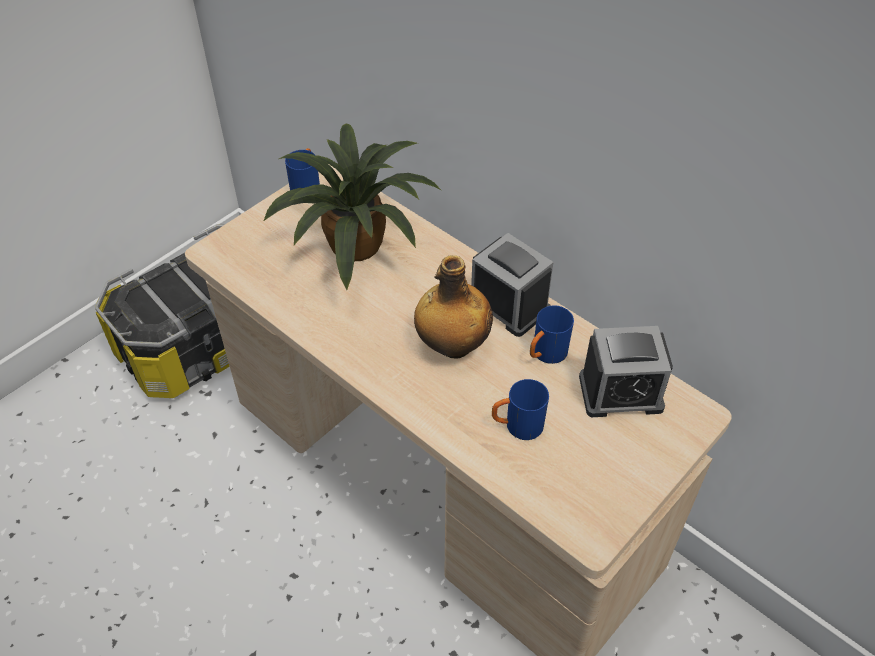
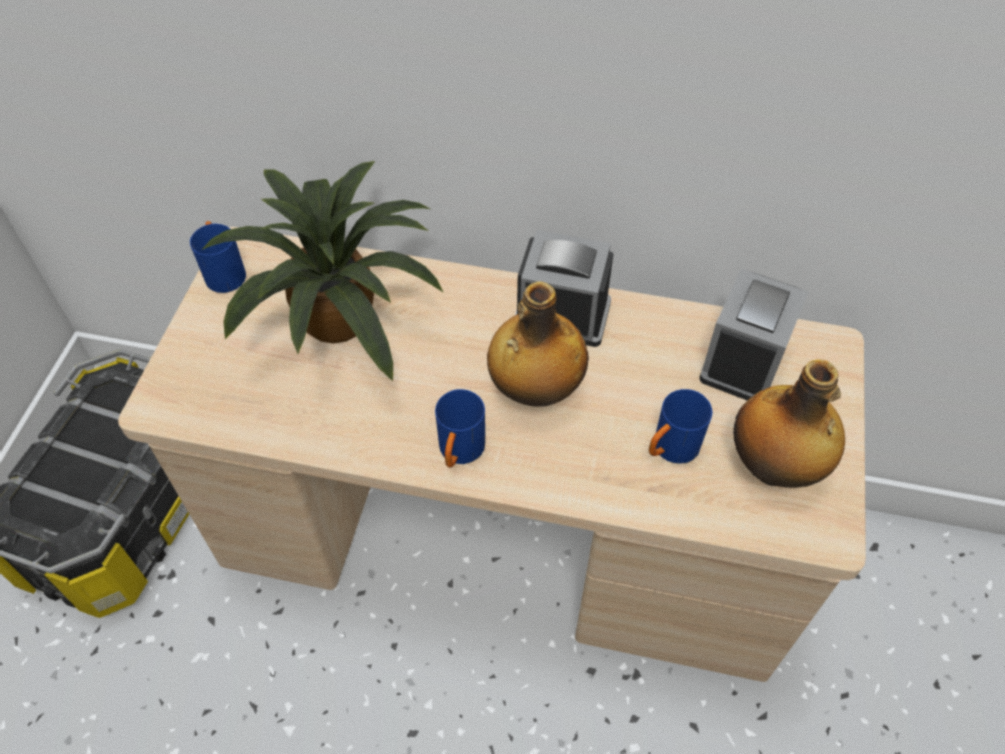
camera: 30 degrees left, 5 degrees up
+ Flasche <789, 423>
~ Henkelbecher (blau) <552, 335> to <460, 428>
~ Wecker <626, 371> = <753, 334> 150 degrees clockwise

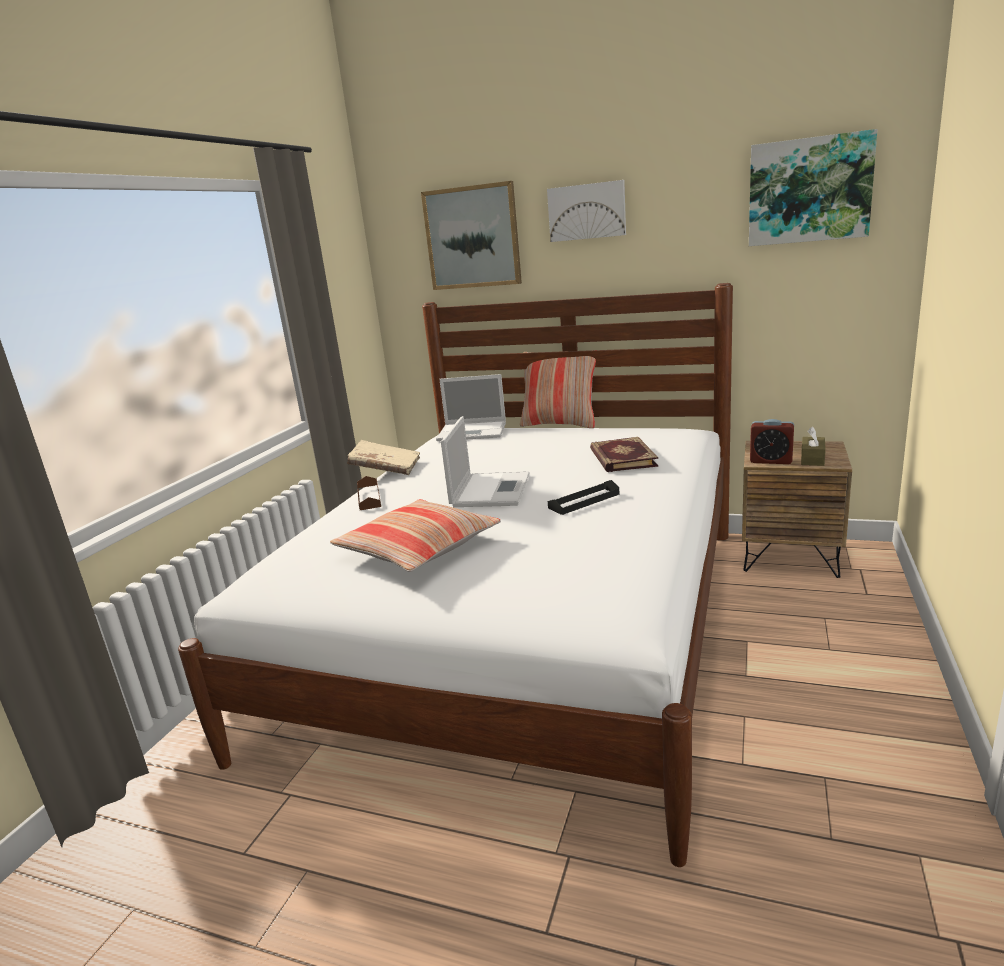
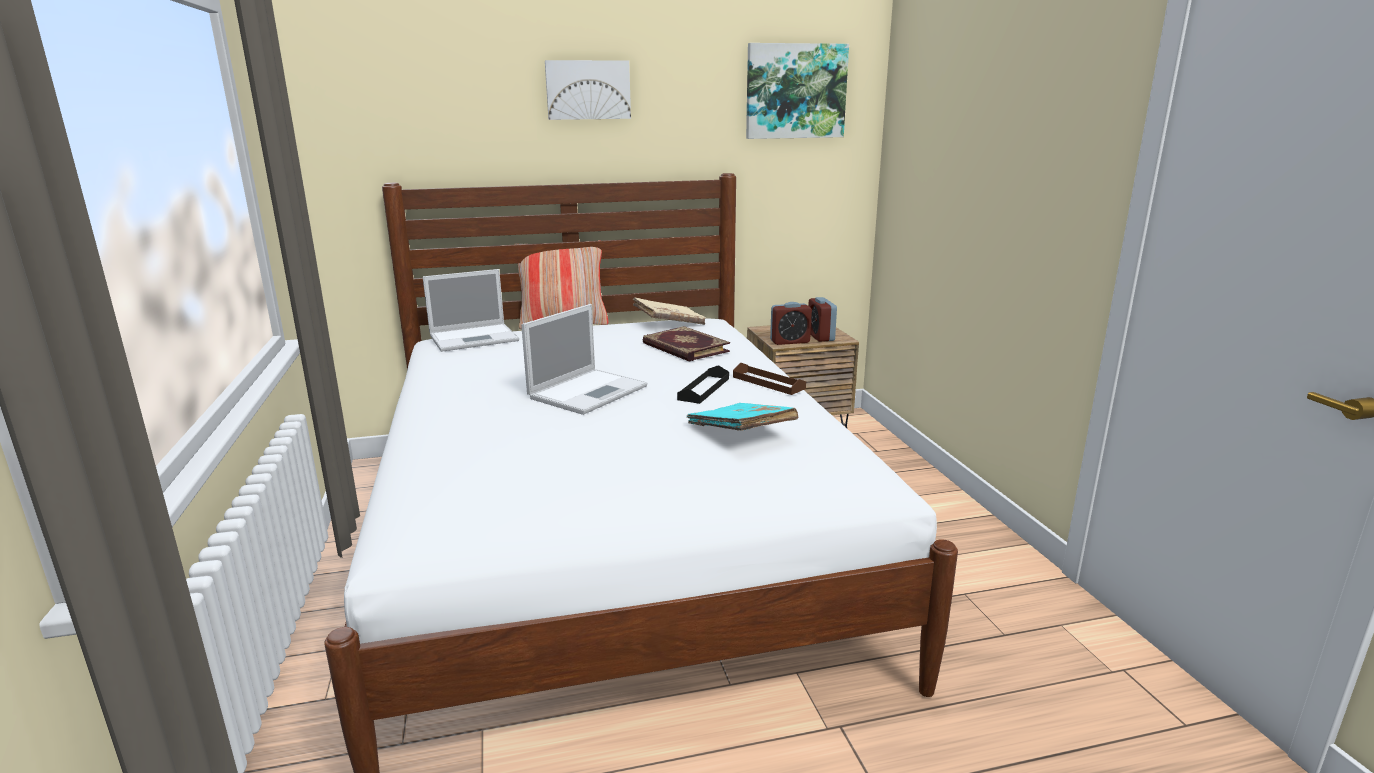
camera: 35 degrees left, 0 degrees up
- Kissen <415, 535>
- Bild <471, 235>
+ Buch (türkis) <742, 417>
~ Buch (beige) <383, 457> to <669, 311>
~ Tablett (braun) <369, 493> to <769, 379>
~ Taschentuchbox (braun) <813, 446> to Wecker <822, 319>
~ Laptop <485, 461> = <584, 359> 60 degrees clockwise

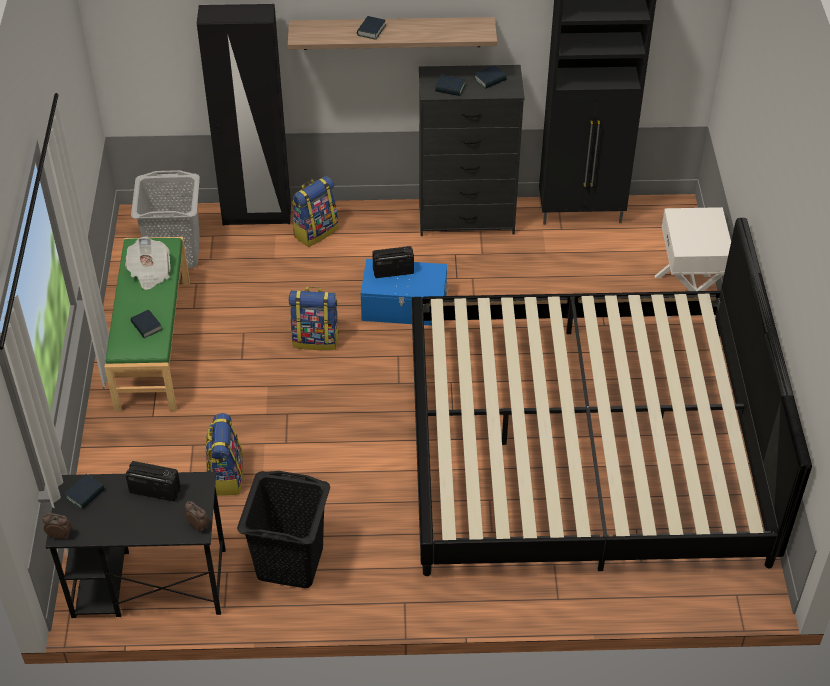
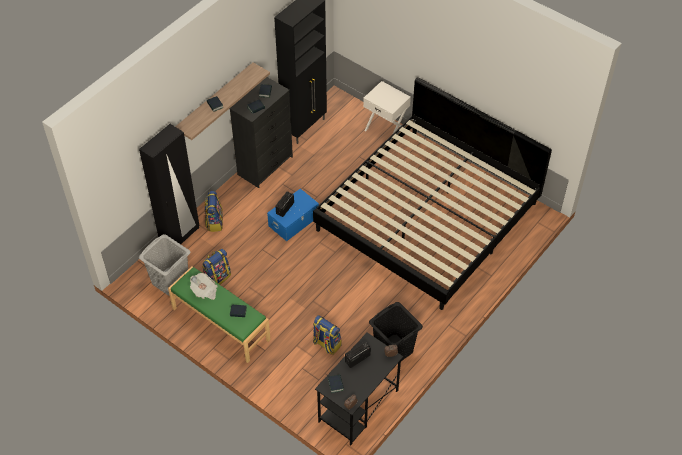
camera: 50 degrees left, 5 degrees up
~ Rucksack <314, 318> to <216, 267>

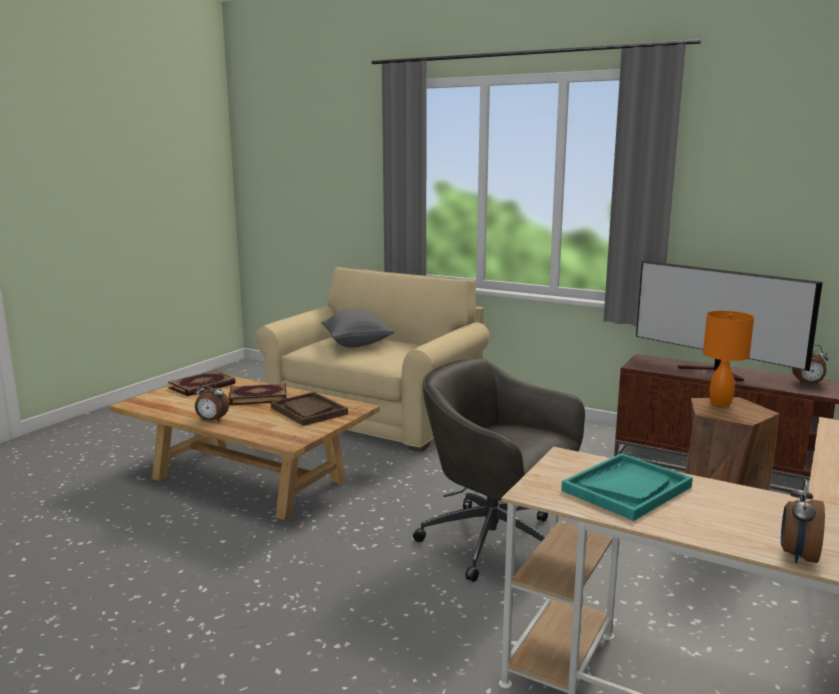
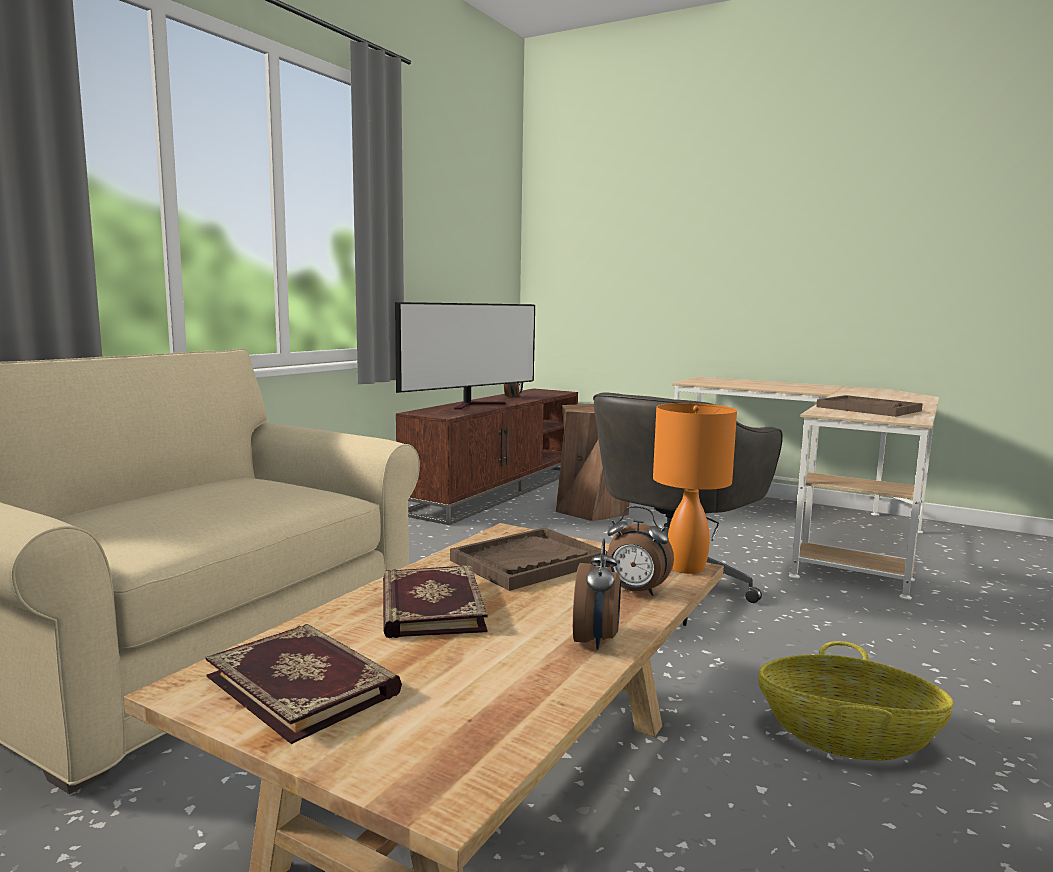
camera: 90 degrees left, 5 degrees down
- Kissen (grau) <357, 328>
+ Korb <856, 701>
~ Tischlampe (orange) <728, 359> to <695, 488>
~ Wecker <803, 521> to <640, 551>
~ Tablett (türkis) <627, 487> to Tablett (braun) <869, 406>

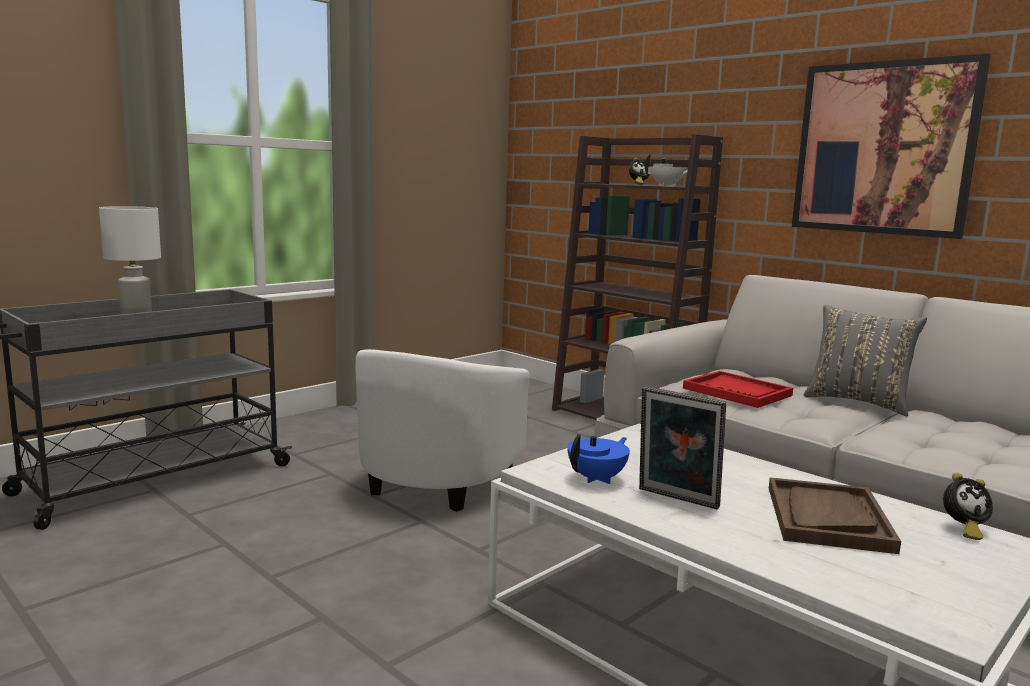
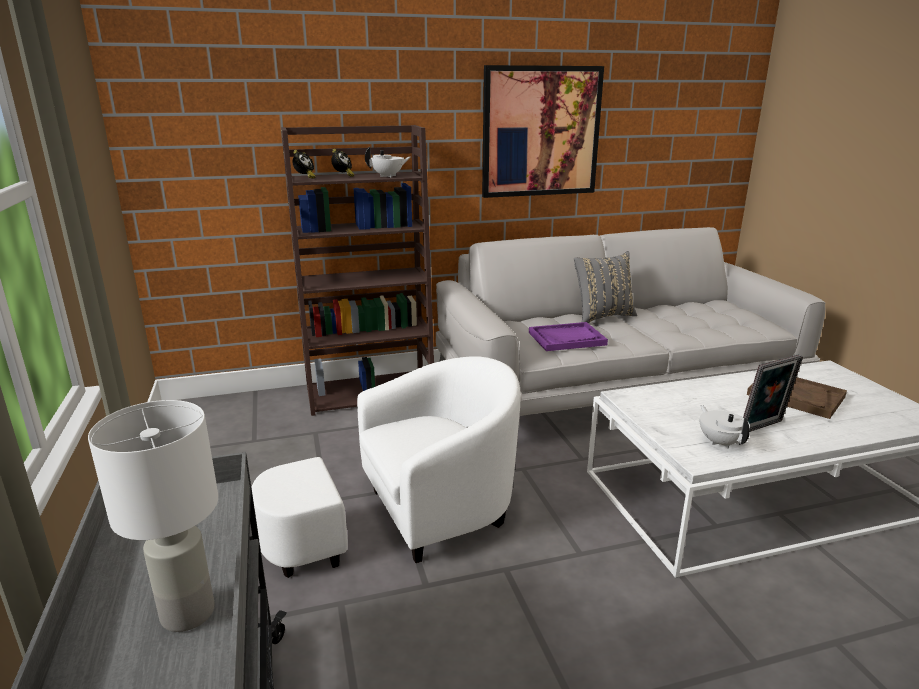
camera: 60 degrees left, 10 degrees up
~ Wecker <968, 506> to <304, 164>
~ Teekanne (blau) <598, 459> to Teekanne (weiß) <725, 426>
~ Tablett (rot) <738, 389> to Tablett (lila) <568, 336>
~ Sessel (weiß) <443, 430> = <386, 467> 75 degrees counterclockwise

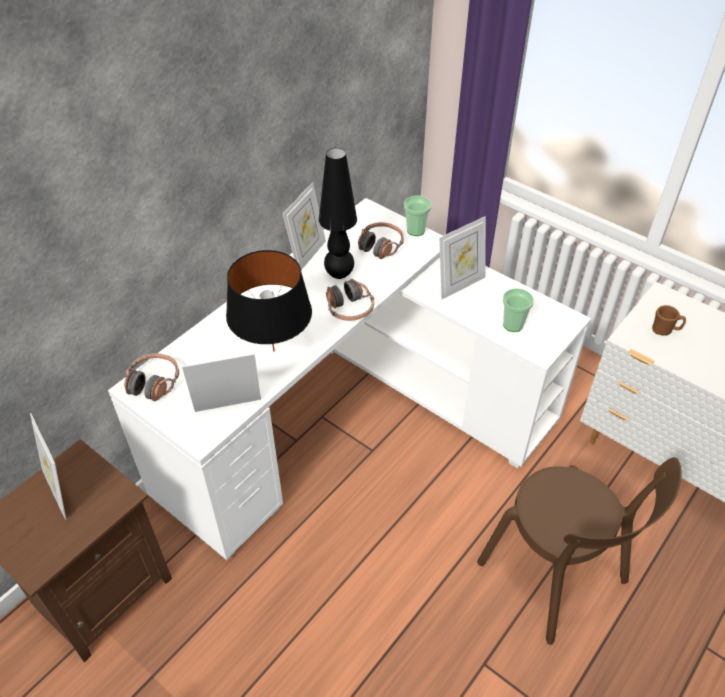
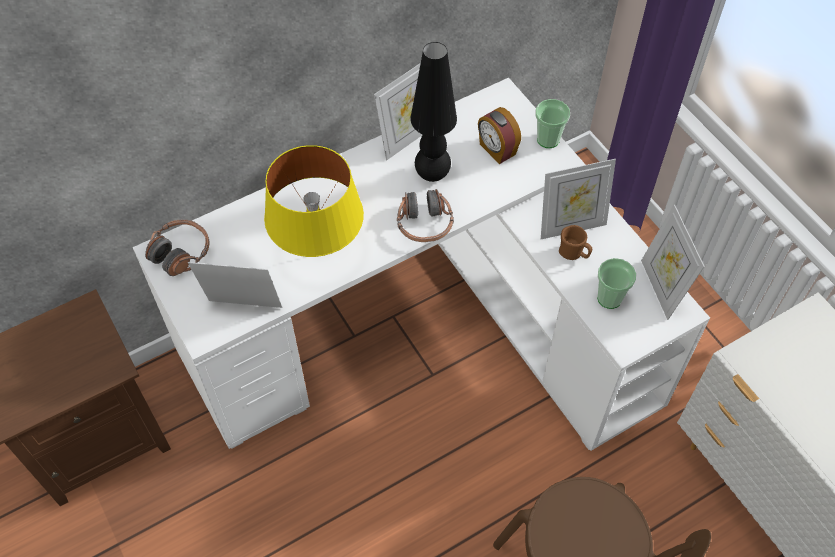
camera: 20 degrees right, 10 degrees up
~ Bilderrahmen <48, 466> to <673, 262>
~ Henkelbecher (braun) <669, 320> to <575, 242>
~ Kopfhörer <381, 240> to Wecker <499, 135>
~ Tischlampe (schwarz) <269, 301> to Tischlampe (gelb) <314, 201>

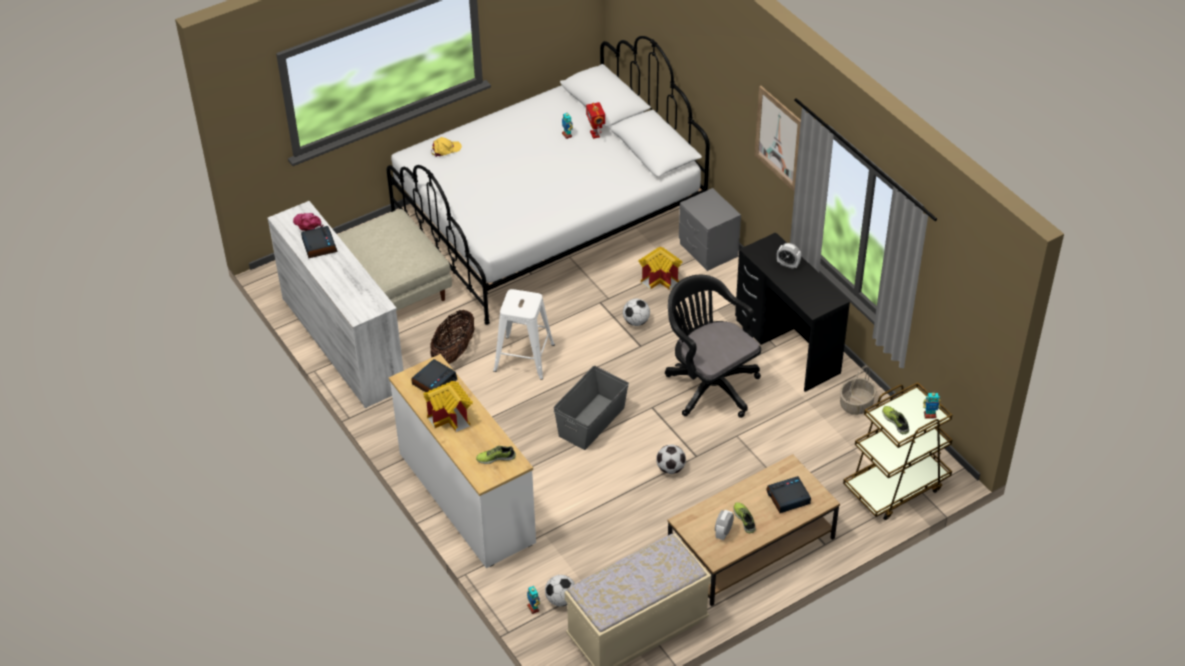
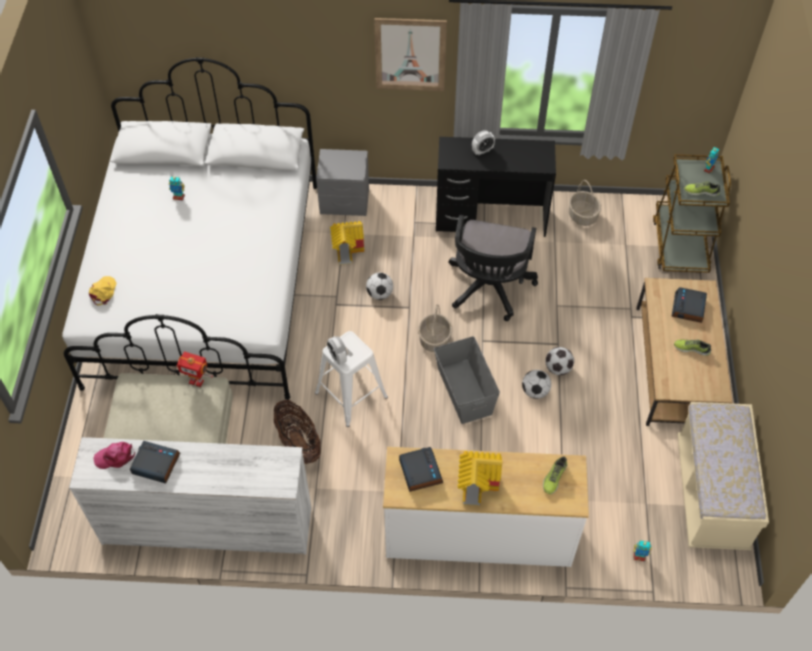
camera: 55 degrees left, 10 degrees up
+ Korb <435, 328>
~ Fußball <560, 590> to <536, 384>
~ Spielzeugroboter <595, 120> to <194, 369>
~ Wecker <724, 525> to <337, 350>
~ Bürostuhl (schwarz) <713, 346> = <493, 268> 75 degrees counterclockwise

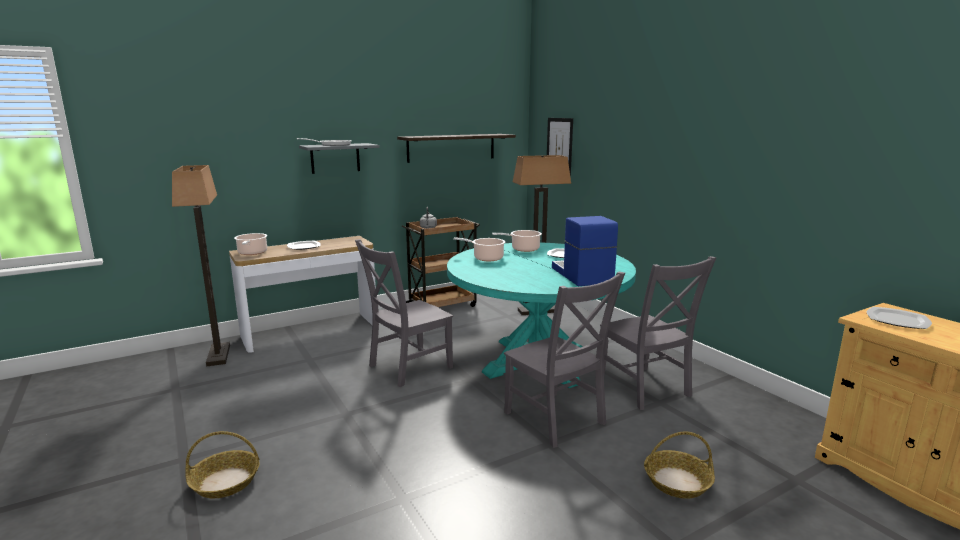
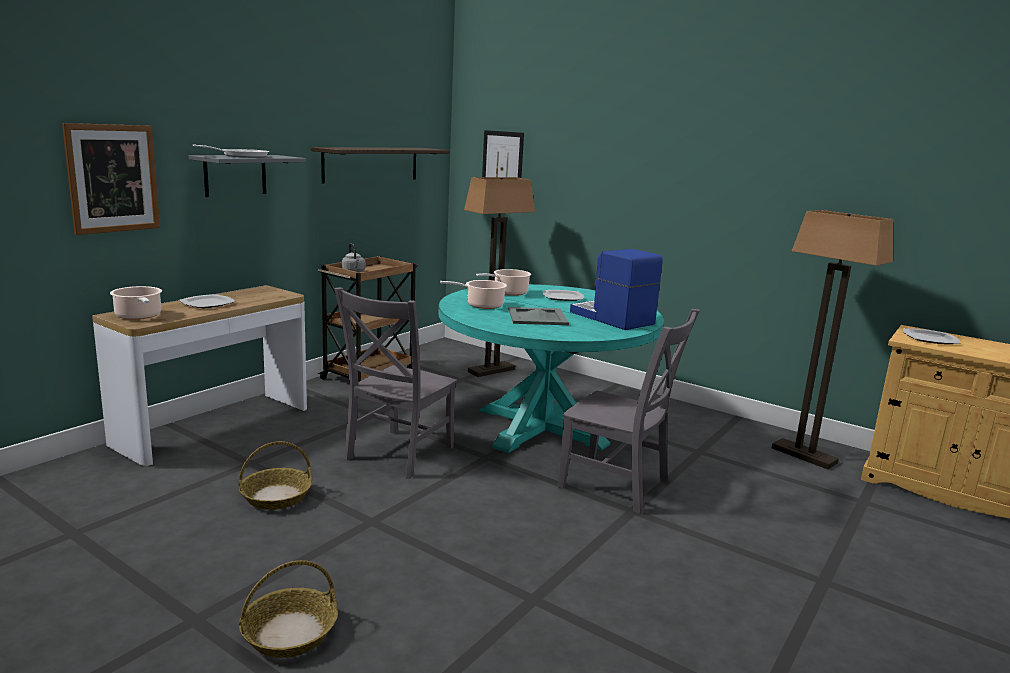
camera: 25 degrees left, 0 degrees up
- Stuhl (grau) <658, 333>
+ Bild <111, 179>
+ Tablett (grau) <538, 316>
~ Stehlampe <201, 265> to <832, 339>
~ Korb <679, 465> to <275, 475>

